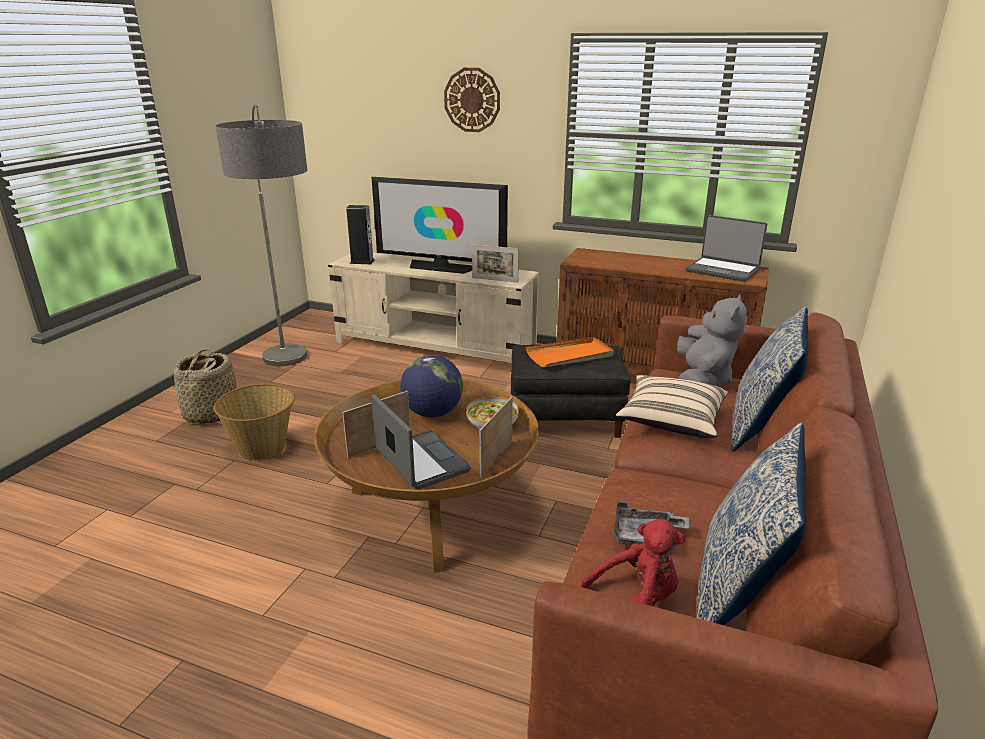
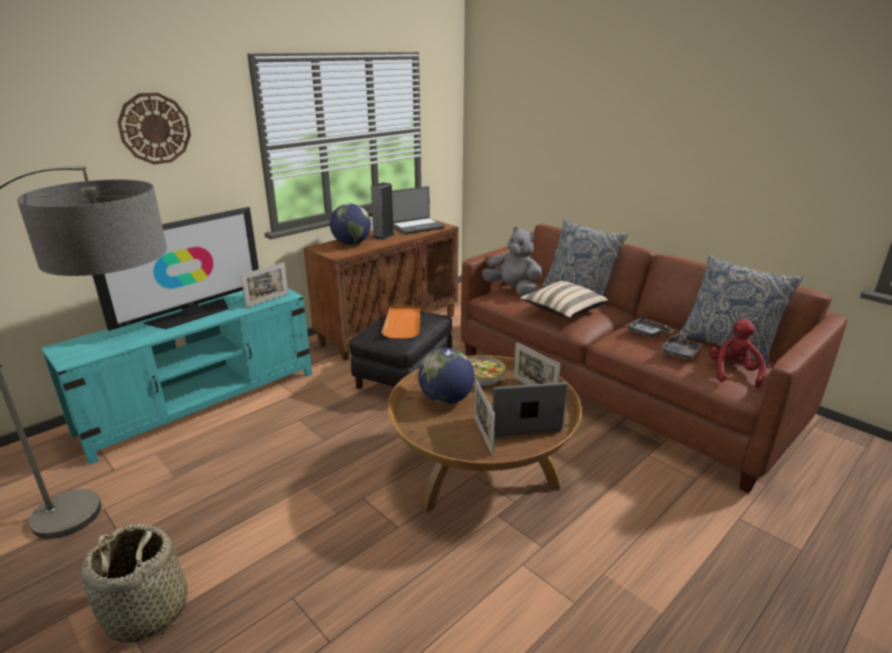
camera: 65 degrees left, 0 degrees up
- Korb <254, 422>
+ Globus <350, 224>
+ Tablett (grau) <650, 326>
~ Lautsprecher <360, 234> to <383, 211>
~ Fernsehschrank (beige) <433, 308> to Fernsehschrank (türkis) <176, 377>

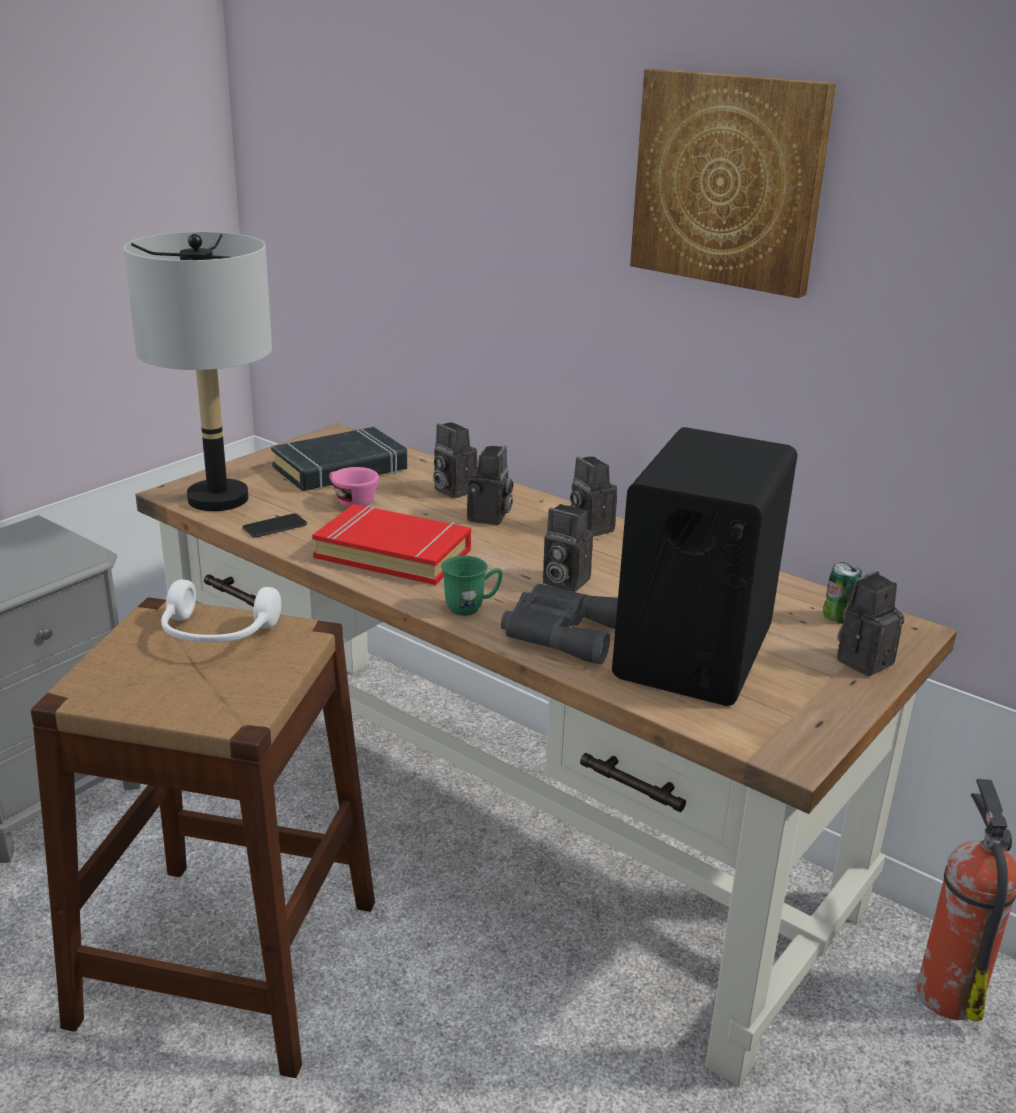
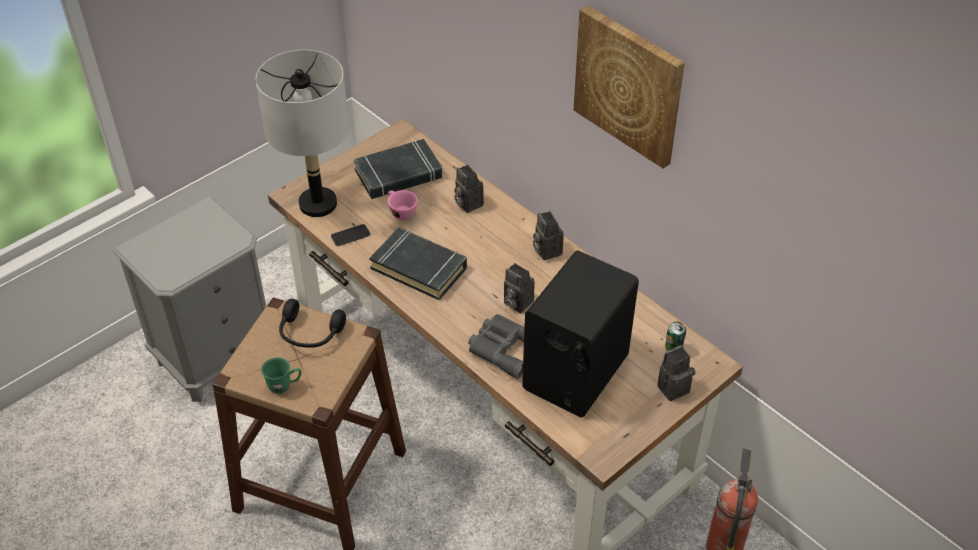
camera: 10 degrees right, 20 degrees up
- Kamera <490, 485>
~ Henkelbecher (grün) <472, 586> to <281, 375>
~ Kopfhörer (weiß) <221, 611> to Kopfhörer (schwarz) <312, 323>
~ Buch (rot) <391, 544> to Buch (schwarz) <418, 264>

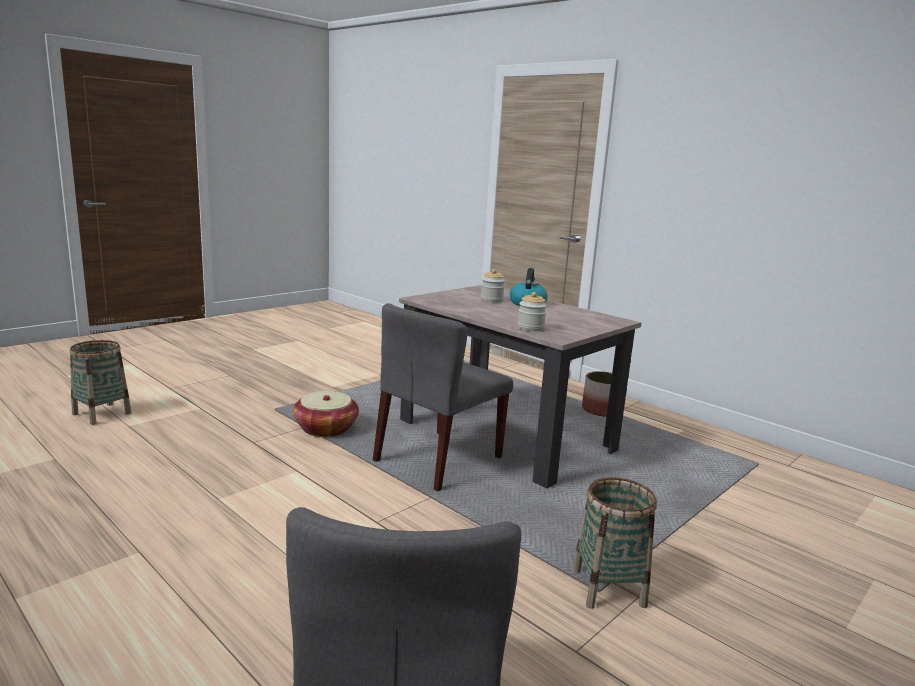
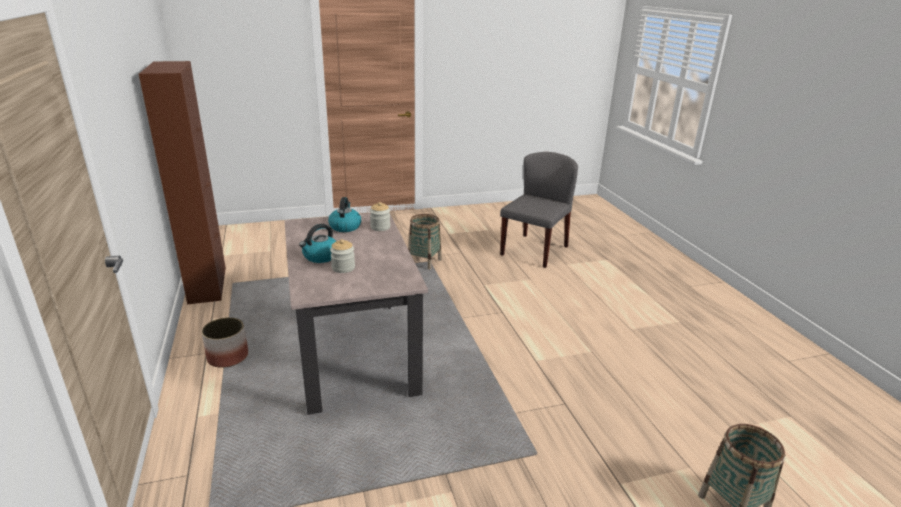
camera: 150 degrees left, 10 degrees up
- Korb <326, 414>
- Stuhl (grau) <443, 397>
+ Schrank (braun) <182, 183>
+ Wasserkessel <344, 214>

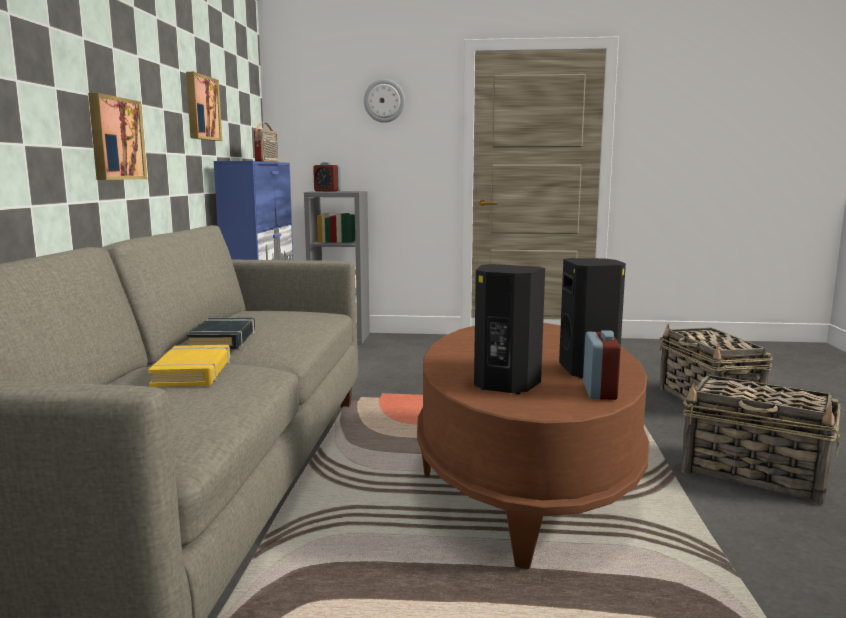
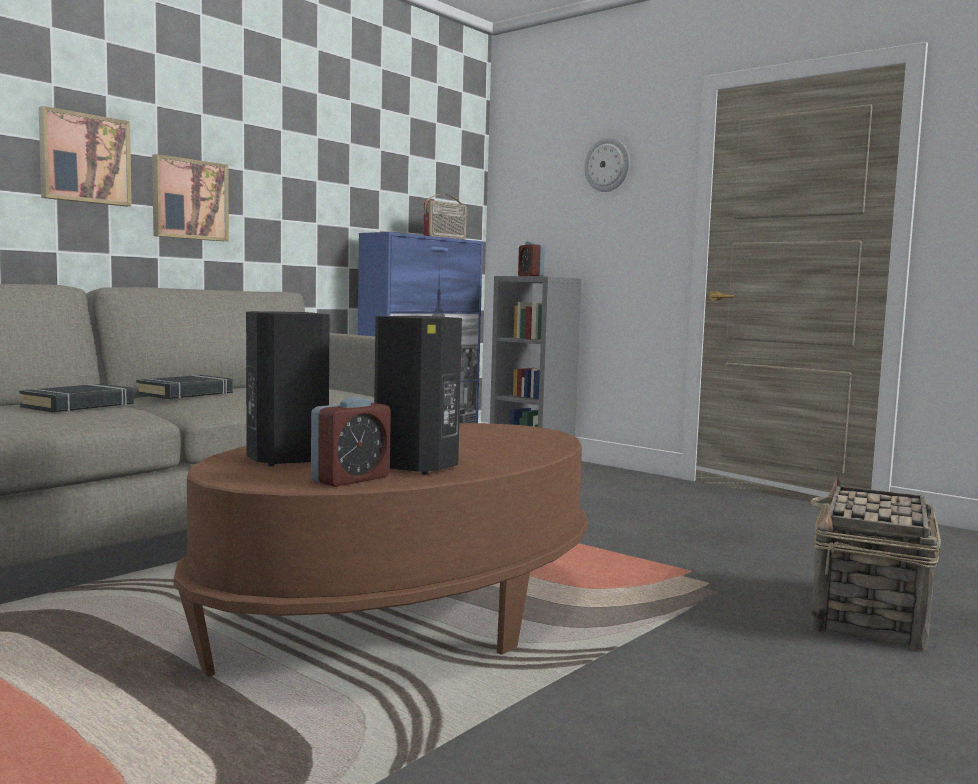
camera: 35 degrees right, 5 degrees down
- Korb <761, 440>
~ Bild <204, 106> to <85, 156>
~ Buch (gelb) <189, 366> to Buch (schwarz) <76, 398>

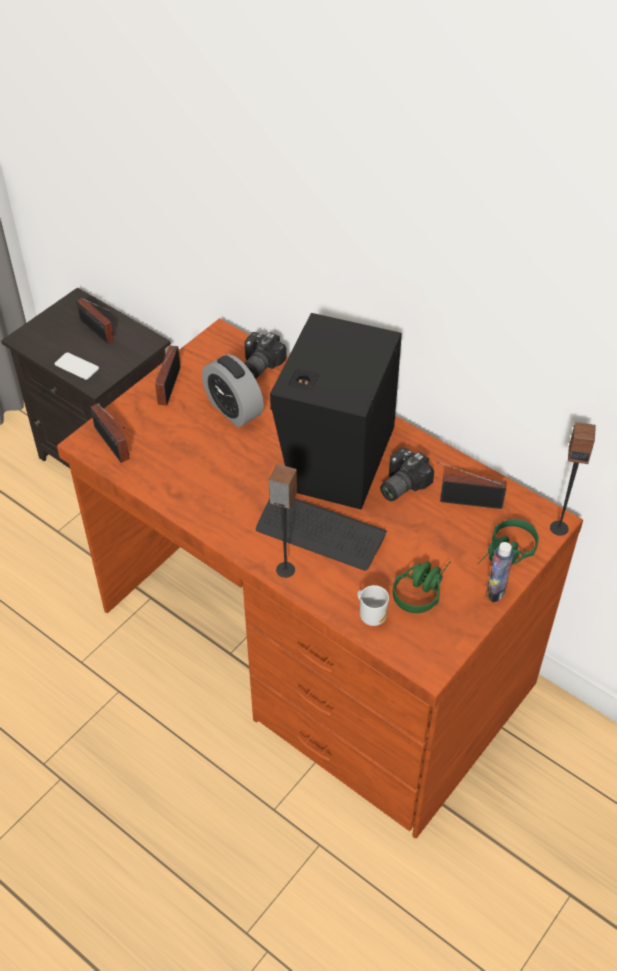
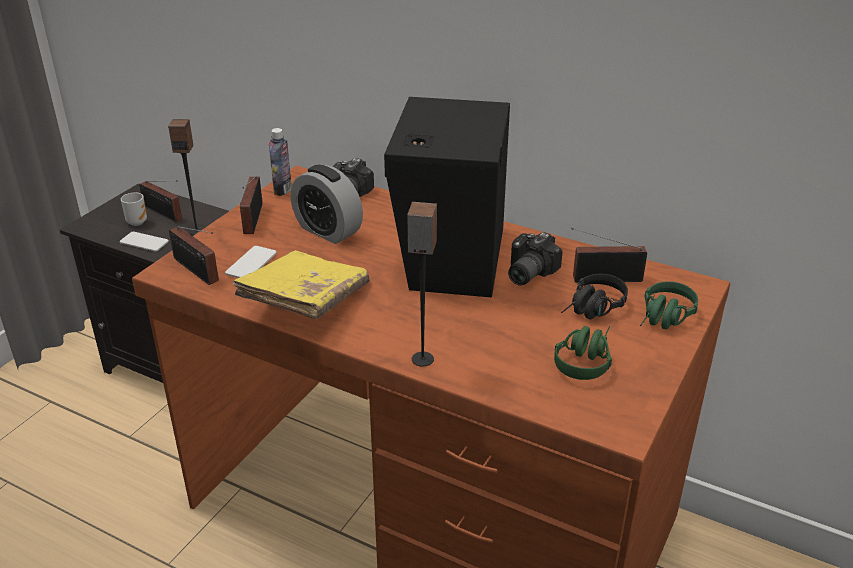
camera: 10 degrees left, 15 degrees down
- Tastatur <321, 534>
+ Handy <251, 262>
+ Buch (gelb) <301, 284>
+ Kopfhörer (schwarz) <594, 297>
~ Henkelbecher <373, 605> to <134, 209>
~ Flasche <500, 572> to <280, 162>
~ Lautsprecher <573, 479> to <186, 177>

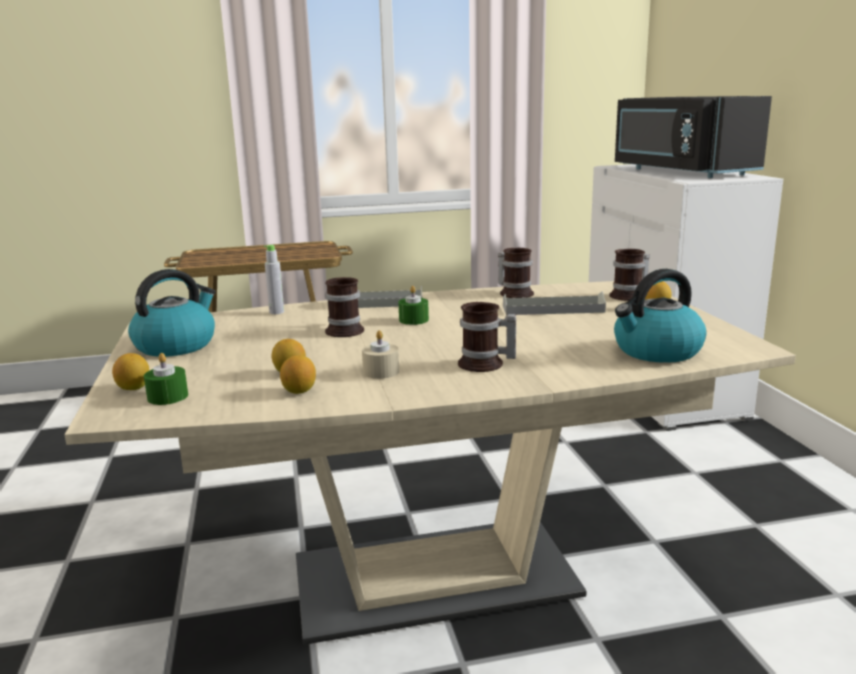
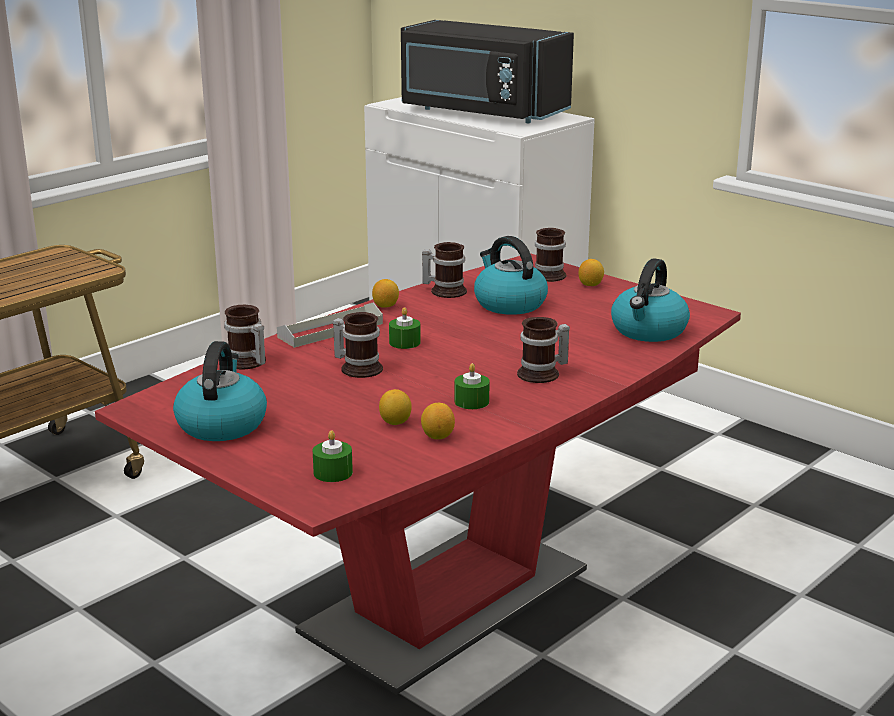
camera: 35 degrees left, 5 degrees up
~ Zitrone <130, 371> to <385, 293>
~ Flasche (grau) <274, 279> to Henkelbecher <245, 337>
~ Tablett (grau) <554, 303> to Wasserkessel <511, 275>
~ Esstisch (beige) <430, 463> to Esstisch (rot) <418, 474>
~ Kerze (beige) <380, 354> to Kerze (grün) <472, 386>

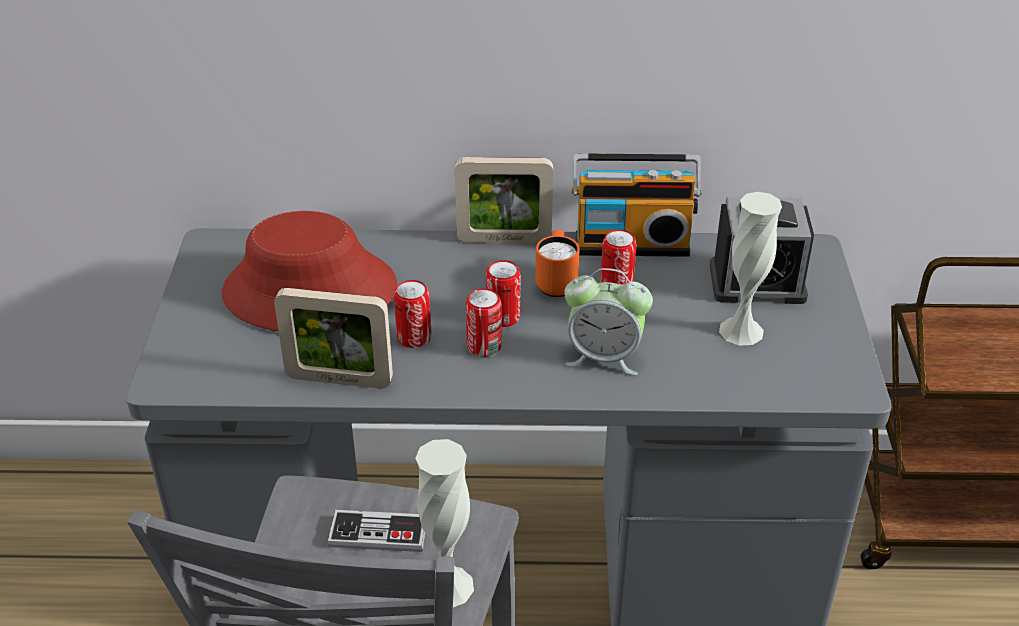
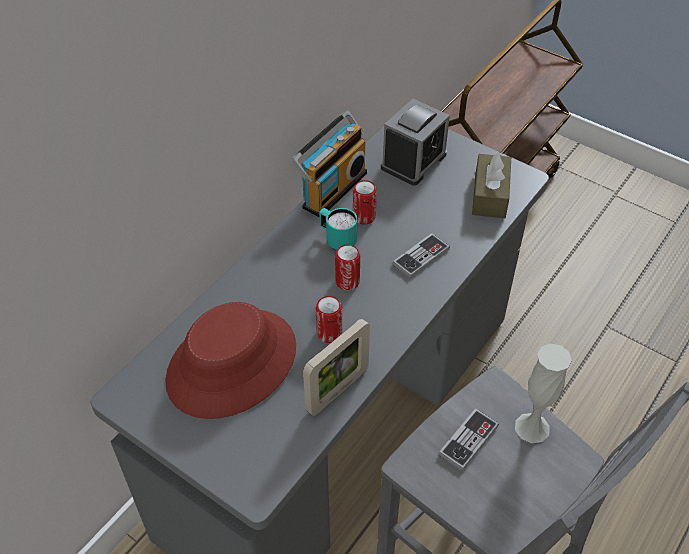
camera: 55 degrees left, 10 degrees up
- Bilderrahmen <504, 200>
- Dose <484, 322>
- Vase (weiß) <750, 269>
+ Taschentuchbox (braun) <491, 185>
~ Wecker <608, 321> to Gamepad <421, 256>
~ Henkelbecher (orange) <557, 263> to Henkelbecher (türkis) <338, 229>

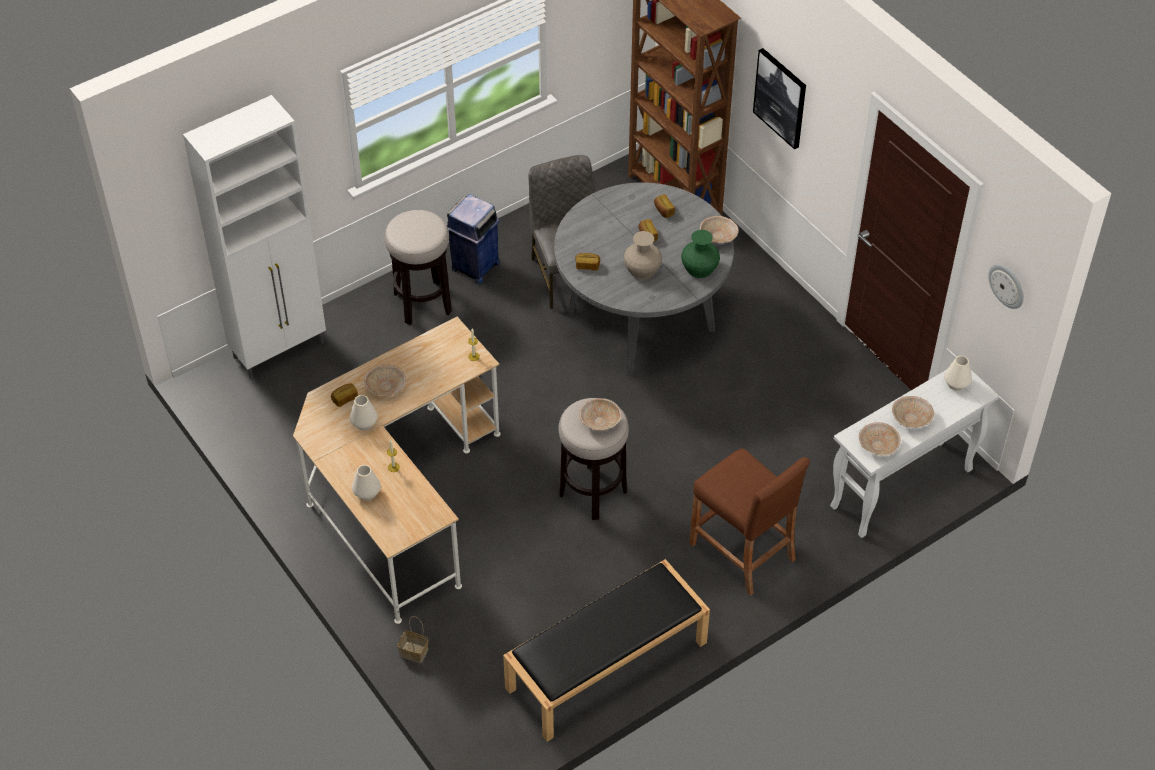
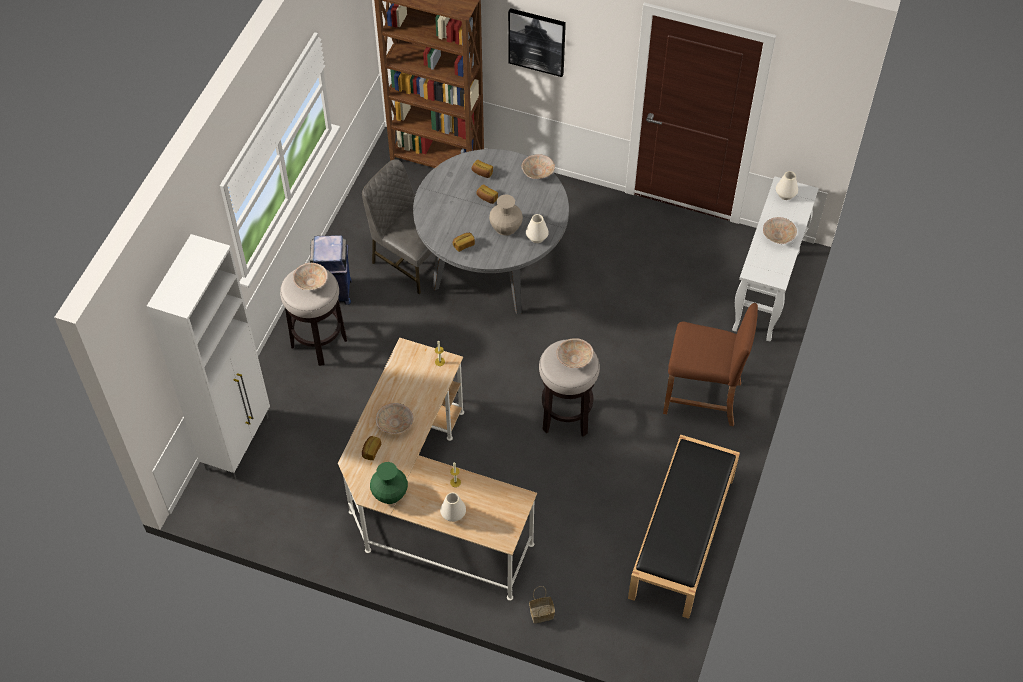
camera: 35 degrees left, 5 degrees up
- Wanduhr <1006, 286>
~ Vase (weiß) <364, 412> to <537, 228>
~ Vase (grün) <700, 254> to <389, 483>
~ Schüssel (beige) <880, 439> to <310, 276>

